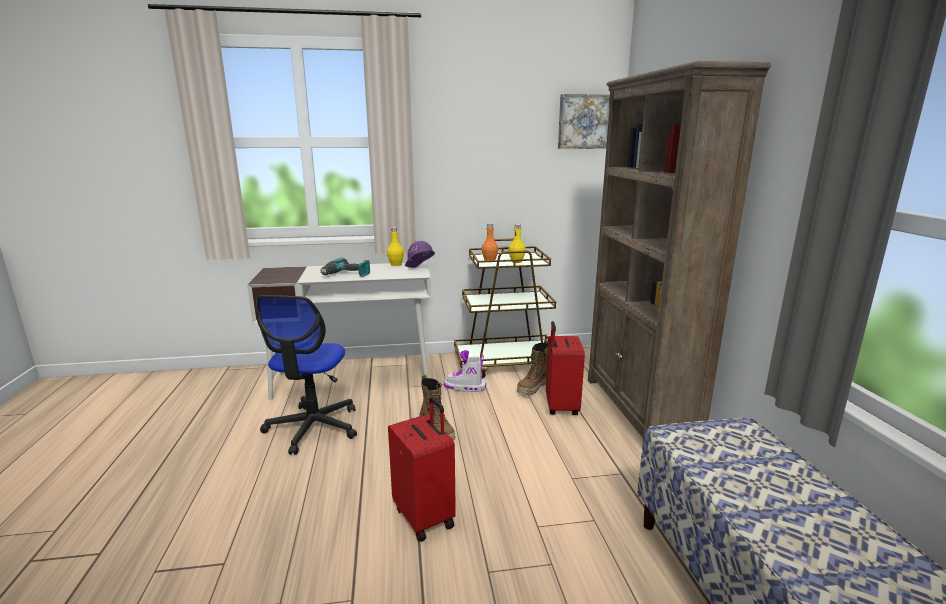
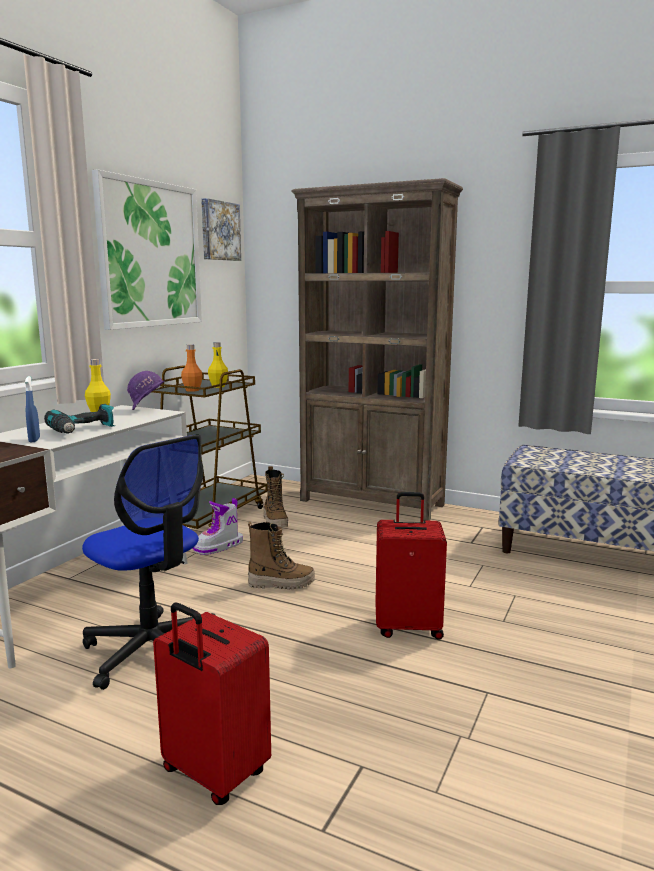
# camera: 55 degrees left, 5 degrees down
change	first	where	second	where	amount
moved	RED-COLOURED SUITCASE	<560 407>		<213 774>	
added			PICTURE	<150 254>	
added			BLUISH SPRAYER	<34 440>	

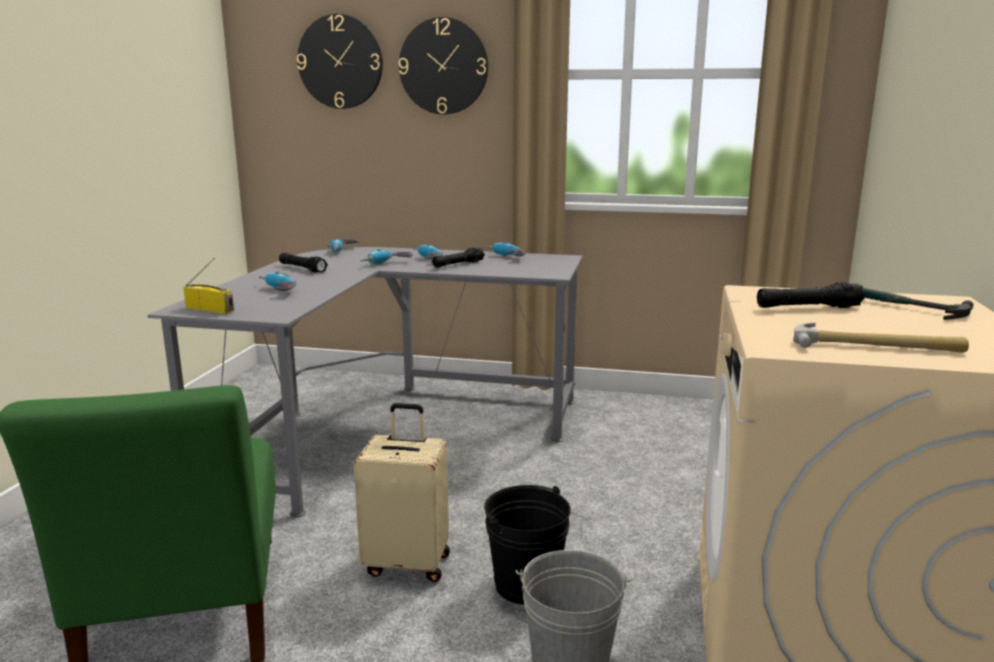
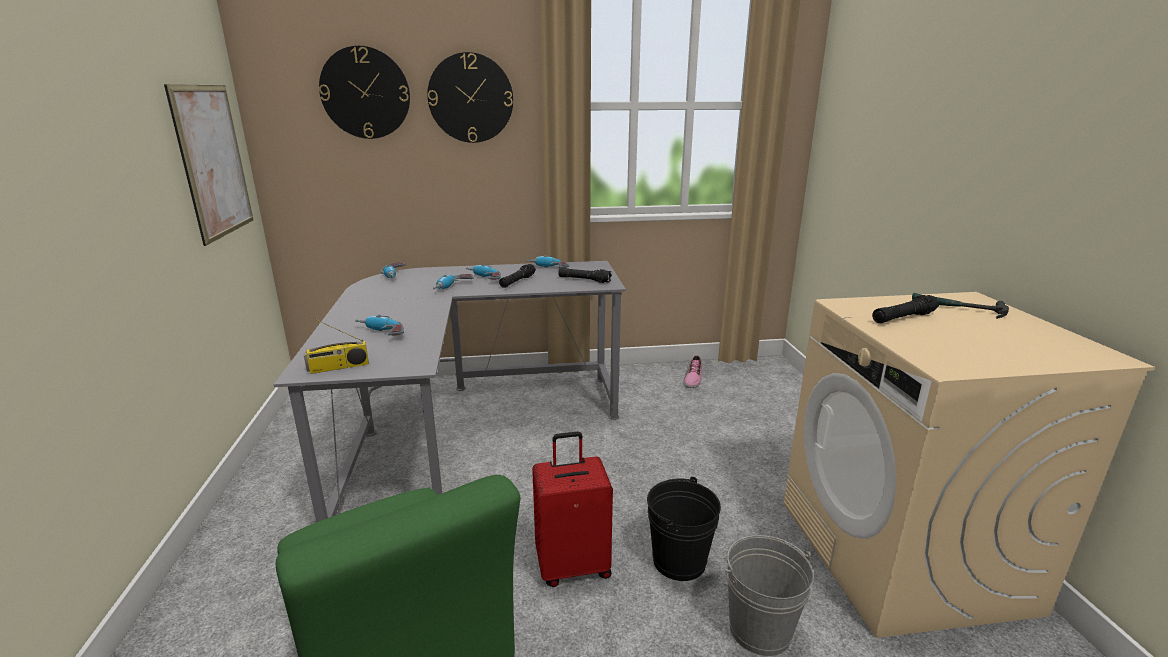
# camera: 20 degrees left, 5 degrees up
change	first	where	second	where	amount
moved	BLACK HAND TORCH	<302 268>		<584 280>	
turned	RADIO SET	<211 309>		<338 367>	150 degrees clockwise
removed	HAMMER	<876 347>			
recoloured	SAND-COLOURED SUITCASE	<408 563>	RED-COLOURED SUITCASE	<573 565>	
added			PICTURE	<213 161>	
added			LOW SHOE	<692 378>	

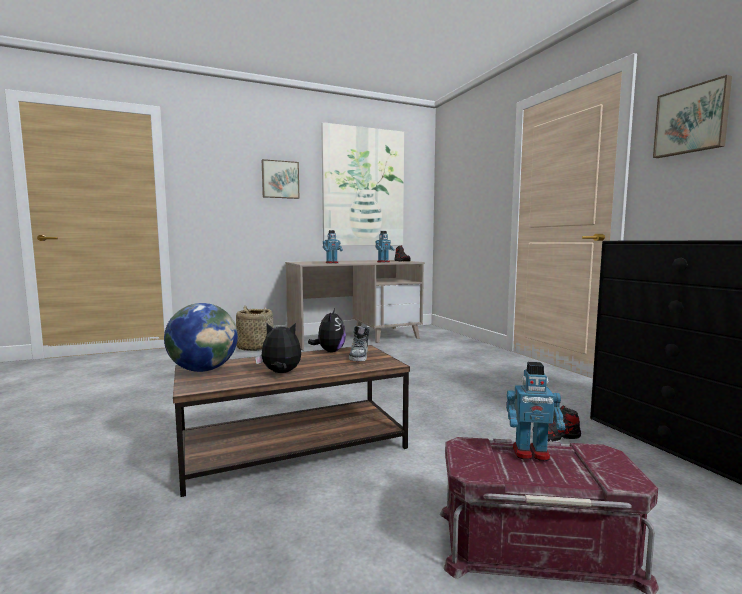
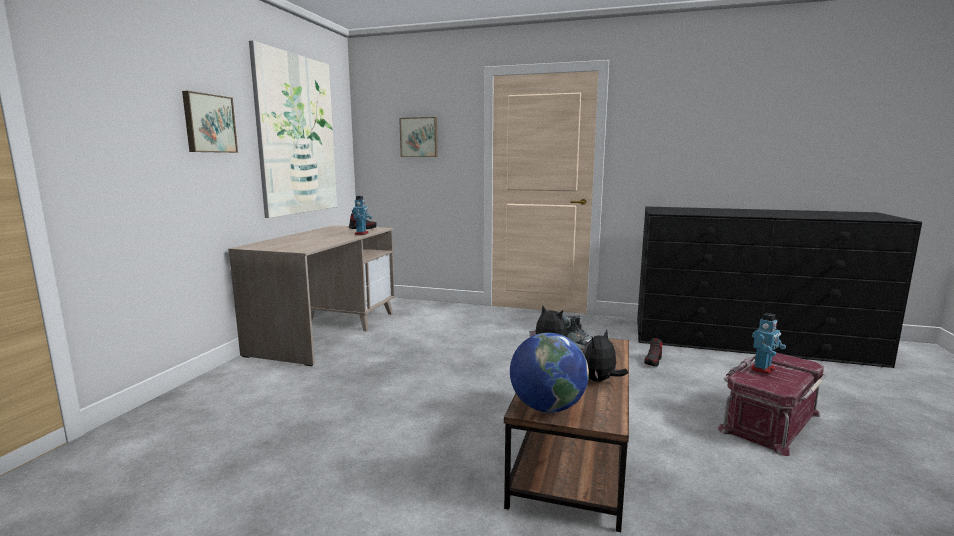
# camera: 50 degrees left, 5 degrees up
change	first	where	second	where	amount
moved	PICTURE	<692 120>		<419 137>	
removed	ROBOT FIGURE	<332 263>			
removed	STORAGE BASKET	<254 348>			

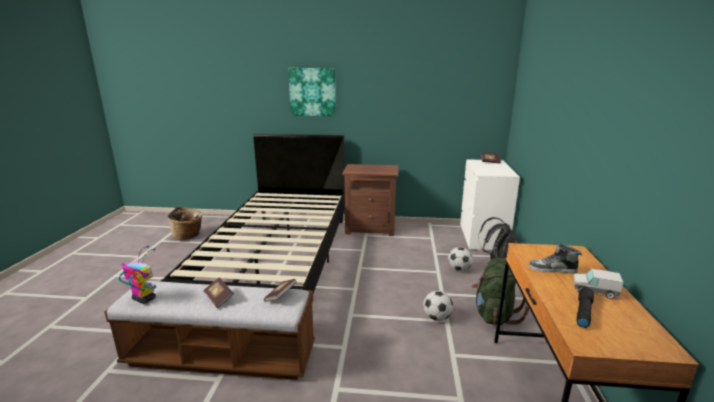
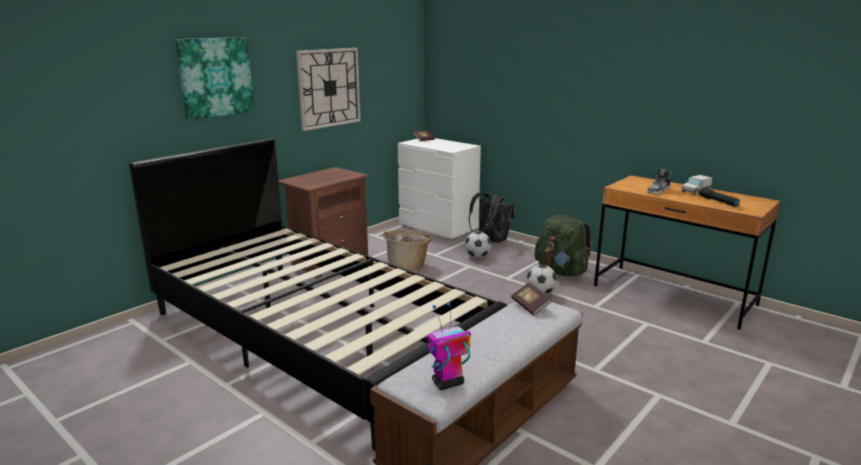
# camera: 55 degrees left, 0 degrees up
change	first	where	second	where	amount
moved	STORAGE BASKET	<188 236>		<408 266>	
removed	BOOK	<219 298>			
added			WALL CLOCK	<329 88>	

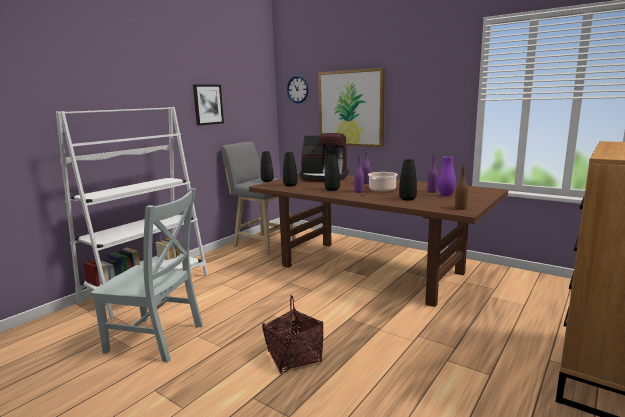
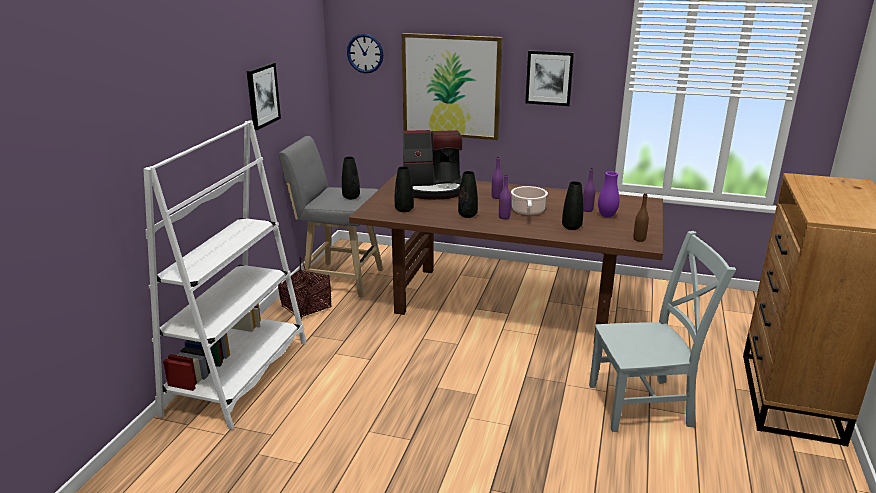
# camera: 20 degrees left, 10 degrees up
change	first	where	second	where	amount
moved	GRAY UPRIGHT CHAIR	<158 339>		<644 405>	
moved	STORAGE BASKET	<294 356>		<306 307>	
added			PICTURE	<549 78>	

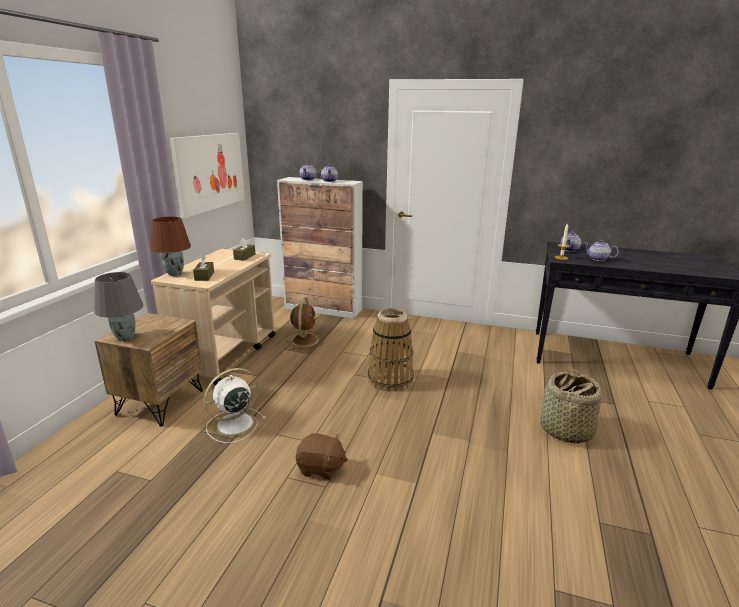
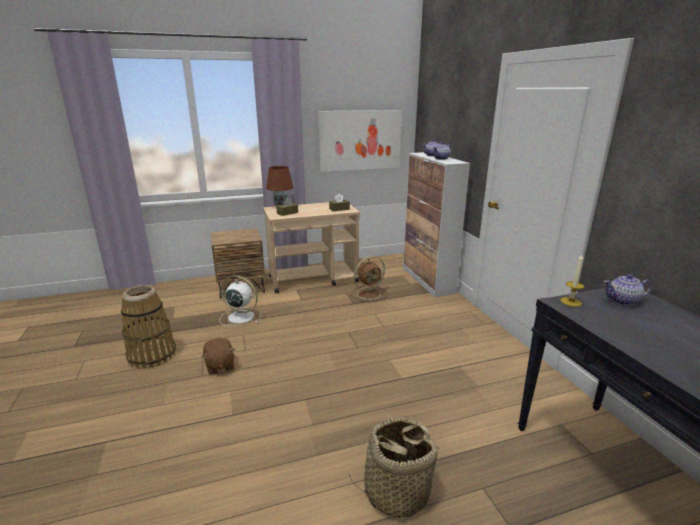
# camera: 55 degrees right, 0 degrees up
change	first	where	second	where	amount
removed	TEAPOT	<598 259>			
removed	GRAY TABLETOP LAMP	<124 337>			
moved	STORAGE BASKET	<390 379>		<152 355>	

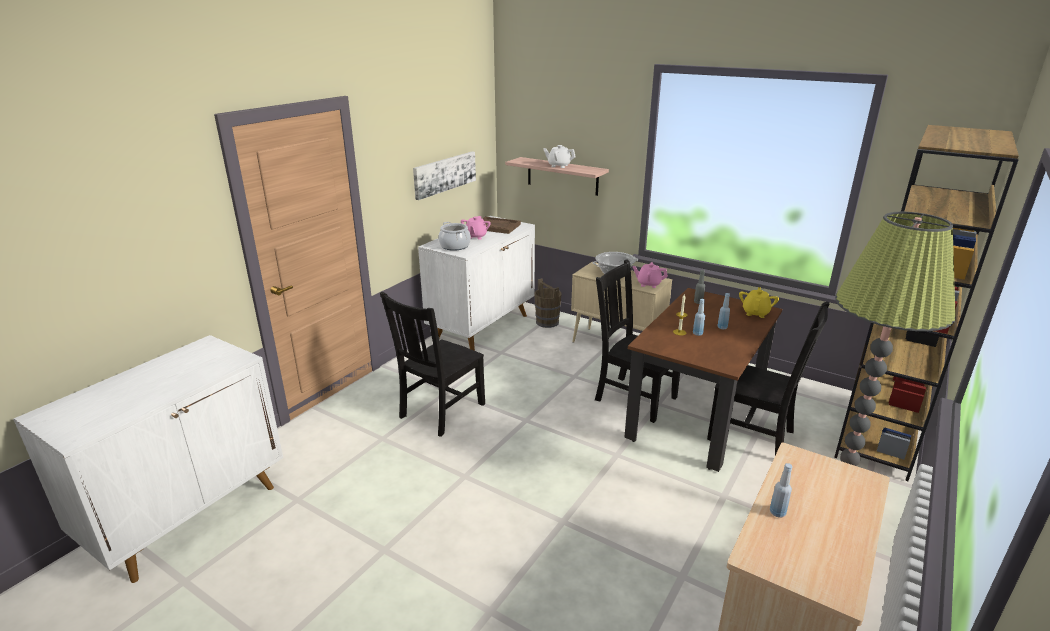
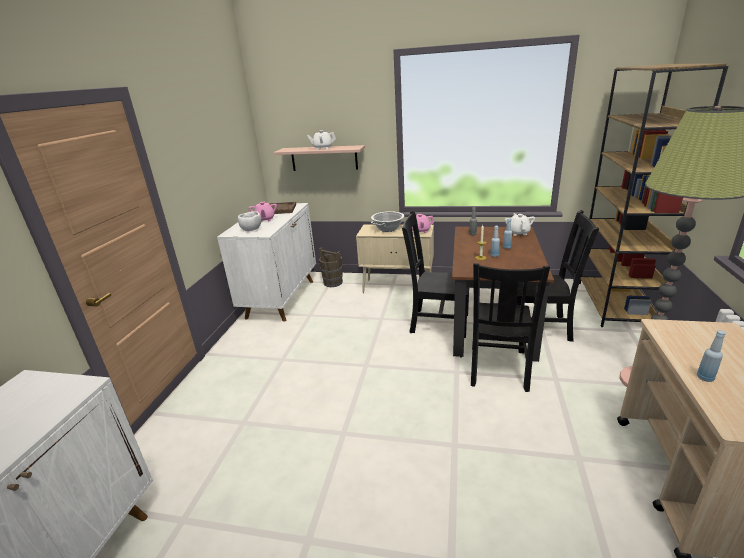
# camera: 20 degrees left, 0 degrees up
change	first	where	second	where	amount
removed	PICTURE	<444 174>			
replaced	SAUCEPOT	<455 246>	WHITE DEEP DISH	<252 230>	
recoloured	YELLOWISH TEAPOT	<755 313>	WHITE TEAPOT	<518 233>	
moved	BLACK UPRIGHT CHAIR	<440 412>		<498 369>	

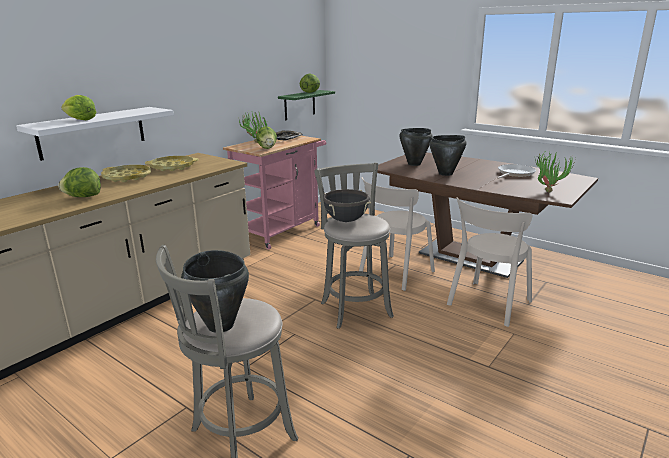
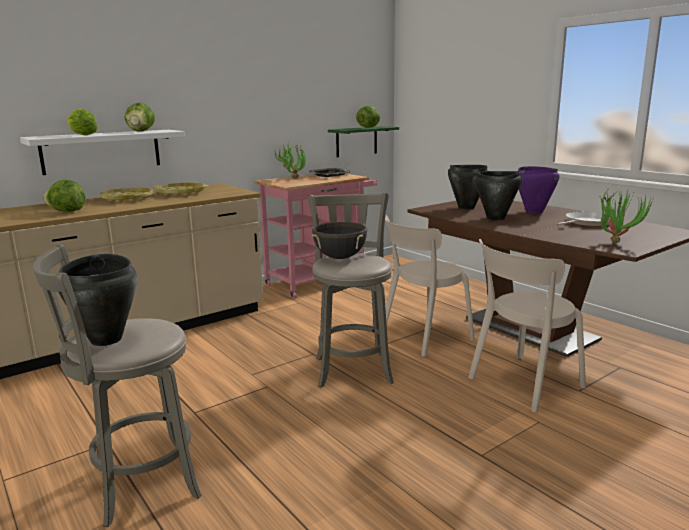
# camera: 15 degrees right, 5 degrees down
change	first	where	second	where	amount
moved	HEAD OF LETTUCE	<267 148>		<141 131>	
added			PURPLISH SAUCEPOT	<534 212>	

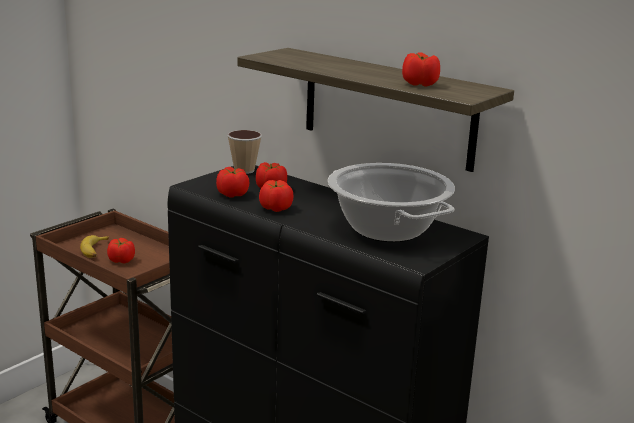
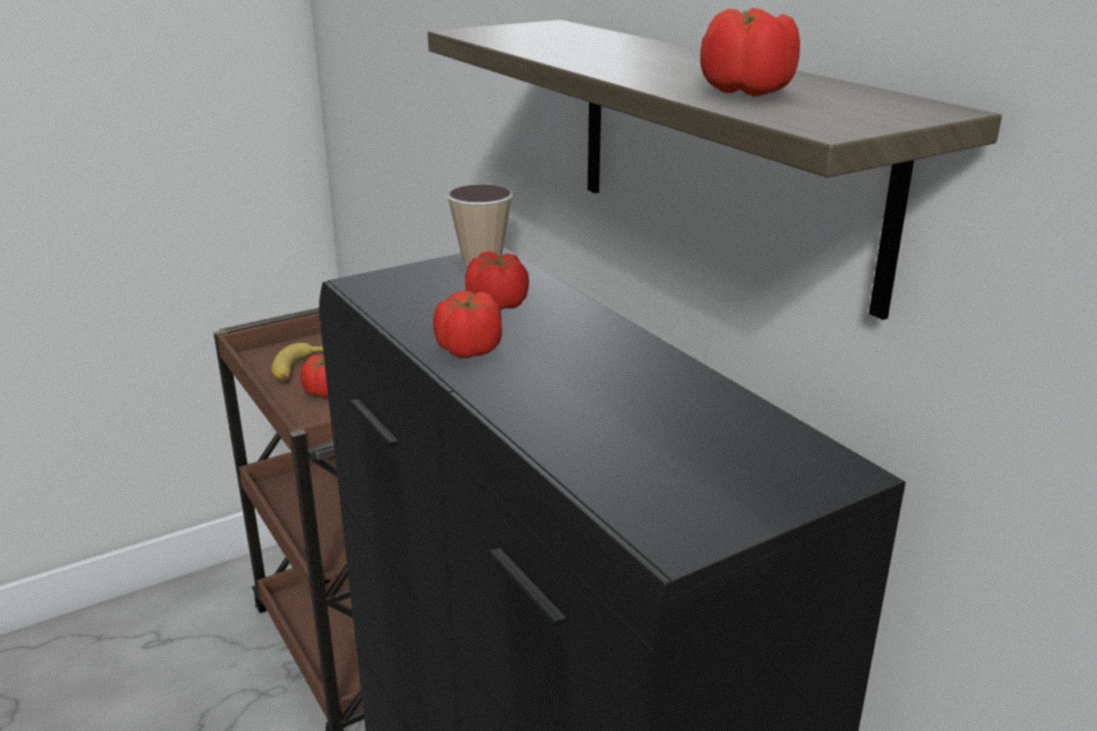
# camera: 20 degrees right, 5 degrees up
change	first	where	second	where	amount
removed	SAUCEPOT	<386 229>			
removed	TOMATO	<232 194>			

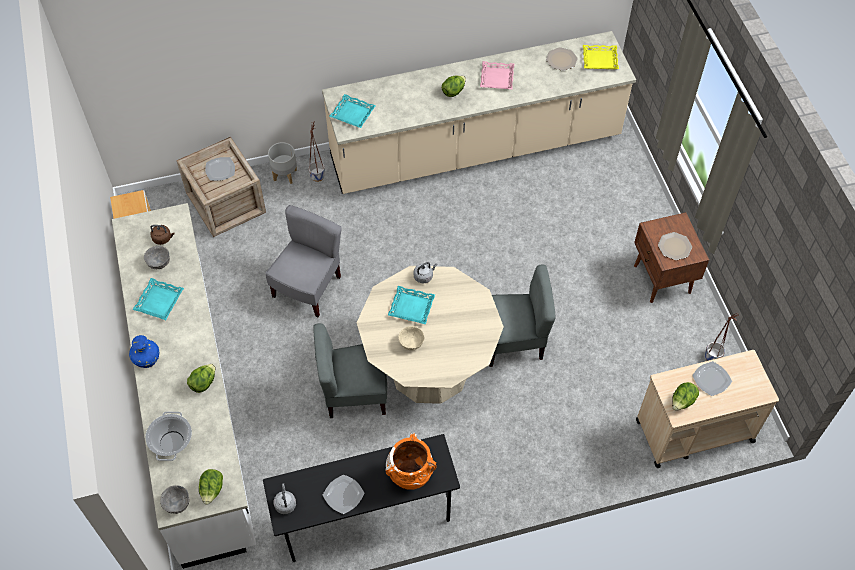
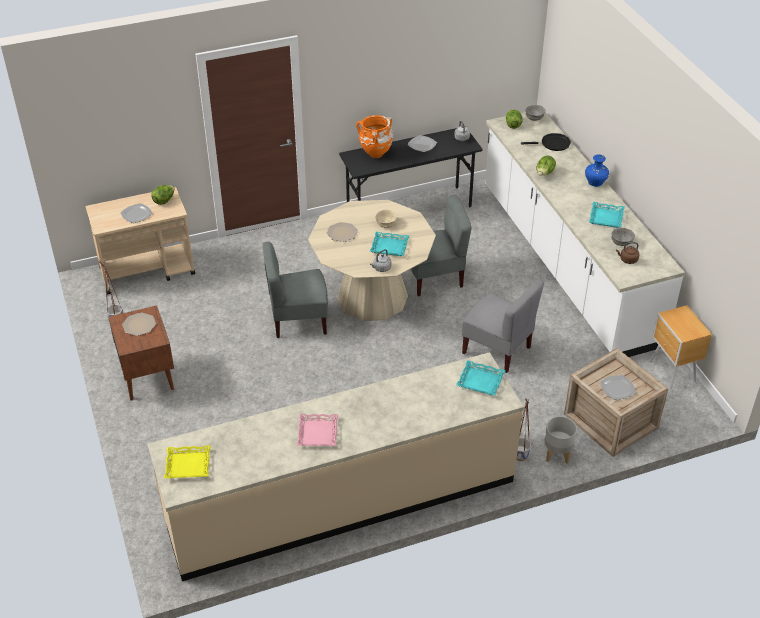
# camera: 175 degrees right, 15 degrees down
change	first	where	second	where	amount
moved	FLAT DISH	<561 60>		<342 232>	
removed	HEAD OF LETTUCE	<453 91>			
turned	GRAY UPRIGHT CHAIR	<308 287>		<497 350>	75 degrees counterclockwise
replaced	SAUCEPOT	<171 442>	BLACK PAN	<553 144>	

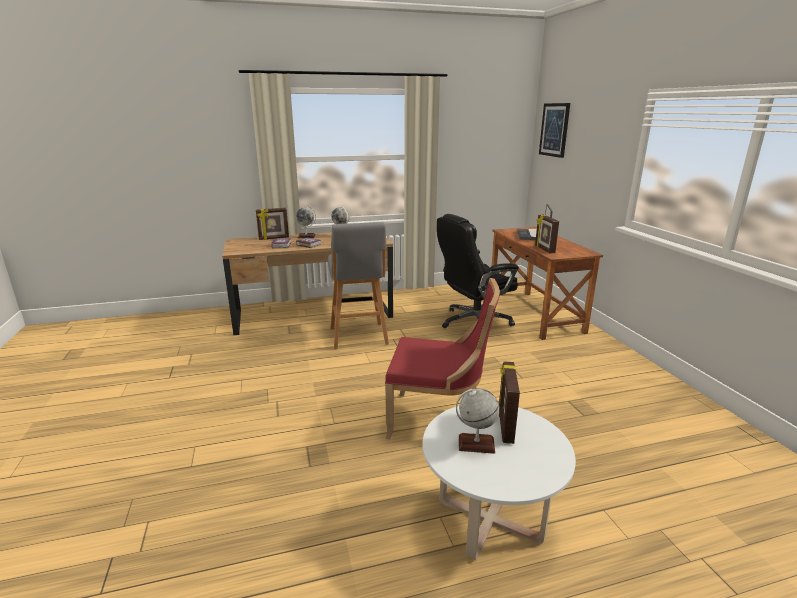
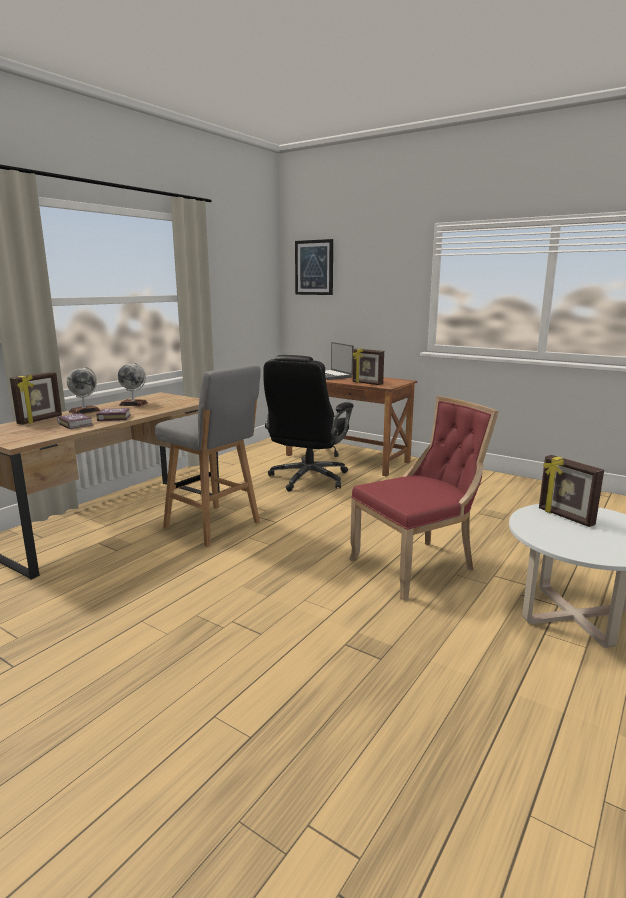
# camera: 40 degrees left, 5 degrees down
change	first	where	second	where	amount
removed	WORLD GLOBE	<476 444>			

